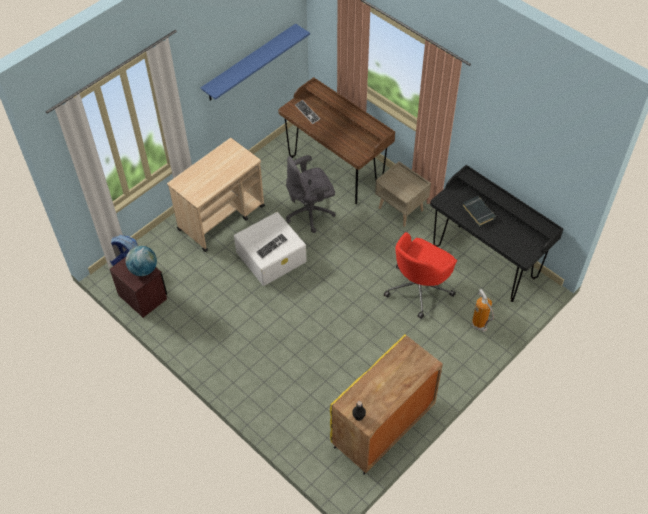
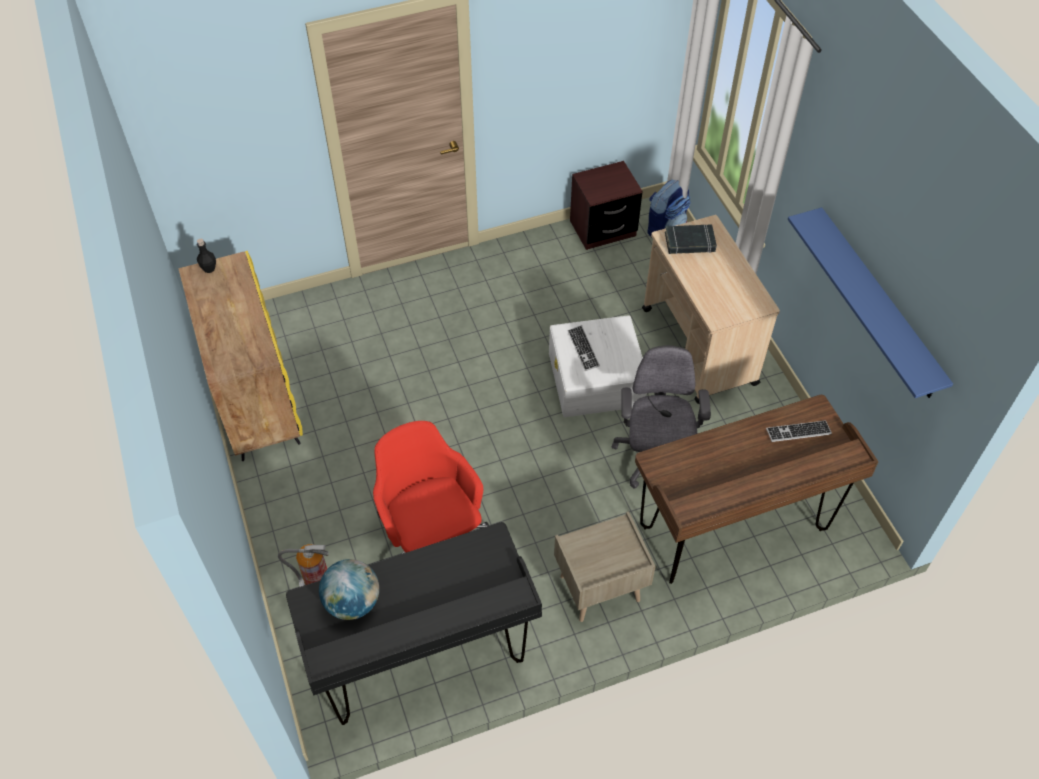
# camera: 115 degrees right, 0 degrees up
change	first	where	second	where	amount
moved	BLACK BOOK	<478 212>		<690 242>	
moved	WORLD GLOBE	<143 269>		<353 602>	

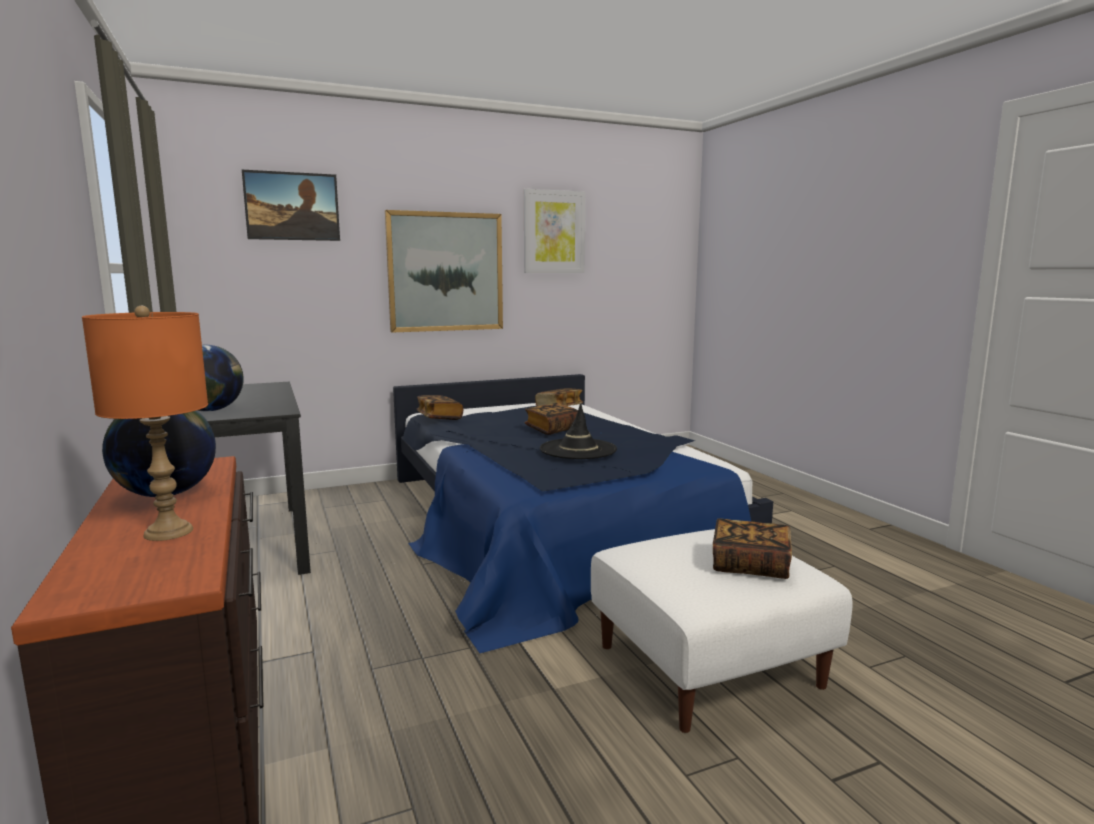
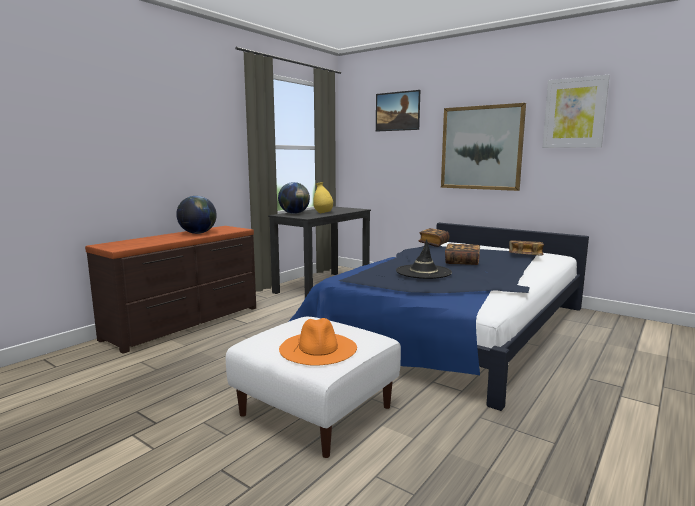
# camera: 60 degrees right, 0 degrees up
change	first	where	second	where	amount
removed	ORANGE-COLOURED TABLETOP LAMP	<169 532>			
replaced	BOOK	<750 566>	ORANGE-COLOURED WEARABLE HAT	<318 348>	
added			YELLOWISH DECORATIVE VASE	<323 213>	

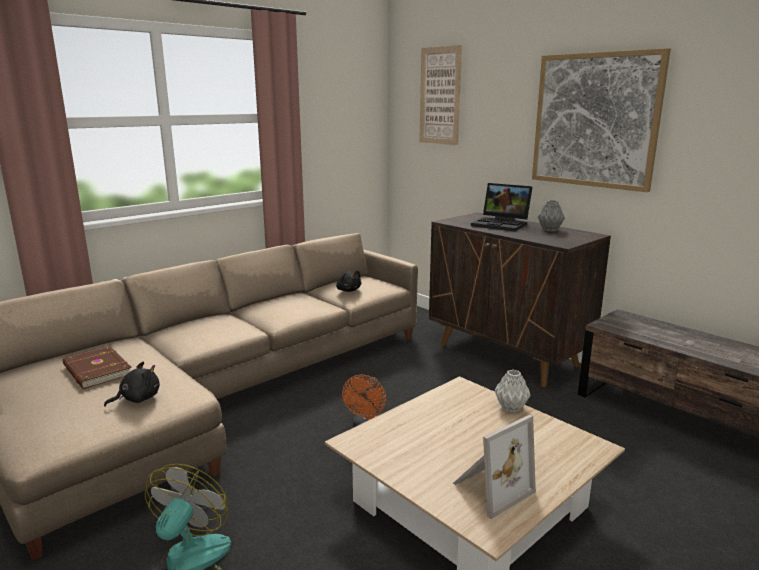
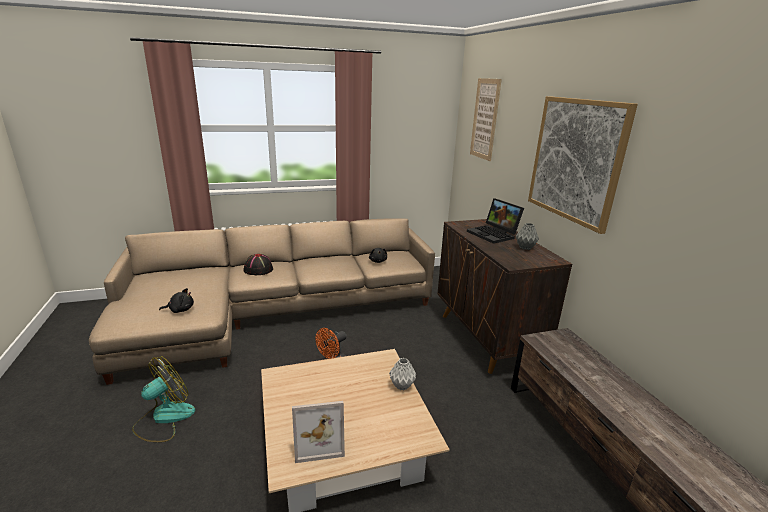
# camera: 25 degrees right, 5 degrees up
change	first	where	second	where	amount
removed	BROWNISH BOOK	<96 371>			
added			BLACK WEARABLE HAT	<258 270>	

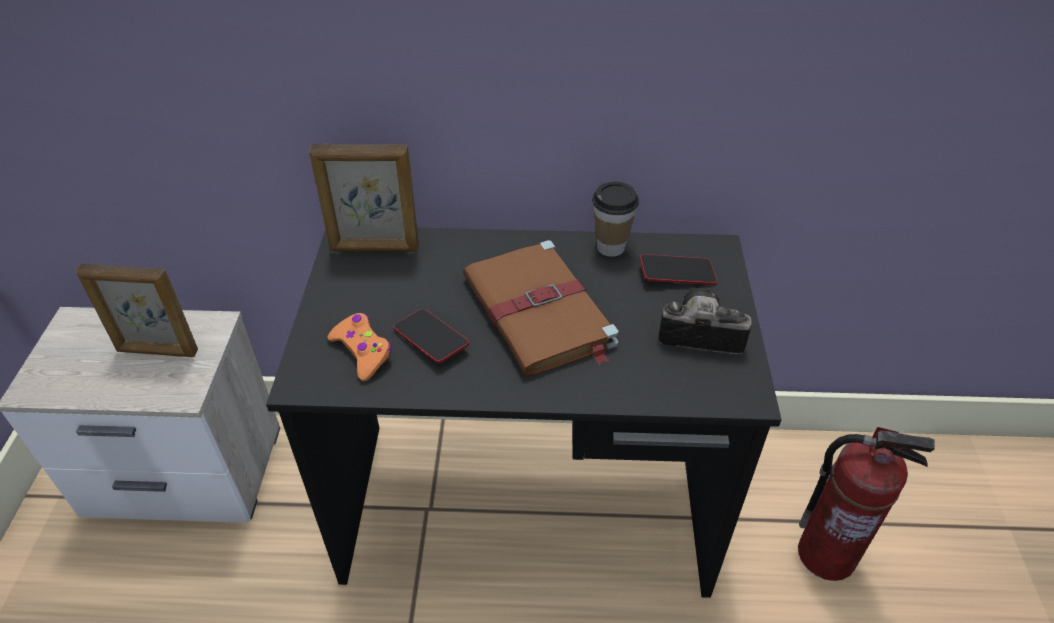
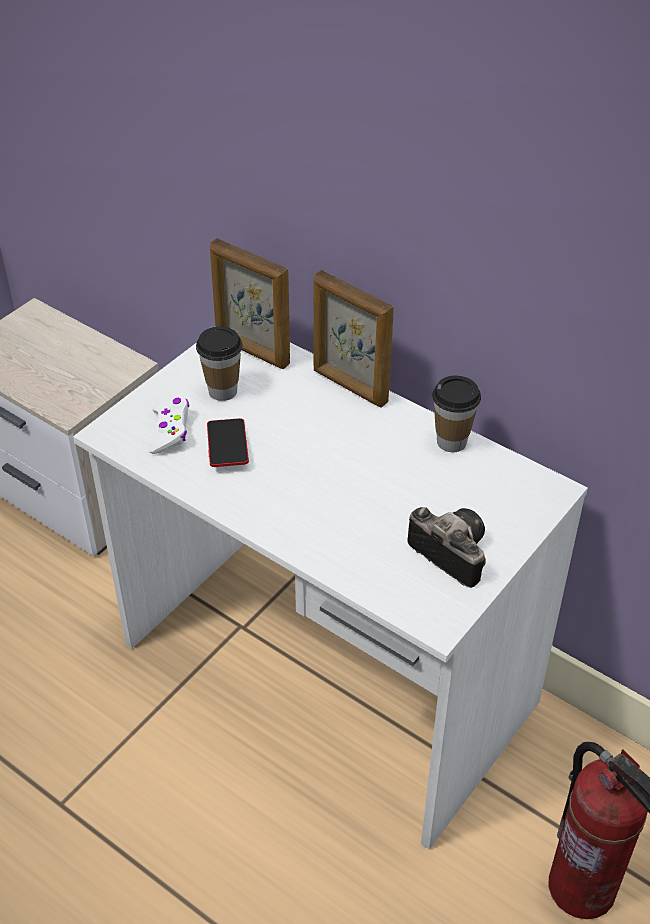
# camera: 35 degrees right, 0 degrees up
change	first	where	second	where	amount
recoloured	BLACK DESK UNIT	<528 510>	WHITE DESK UNIT	<326 677>	
removed	BROWNISH BOOK	<539 313>			
removed	PHONE	<677 274>			
moved	PICTURE FRAME	<157 351>		<349 387>	
recoloured	ORANGE-COLOURED JOYPAD	<362 351>	WHITE JOYPAD	<170 430>	
added			DRINKING CUP	<222 391>	

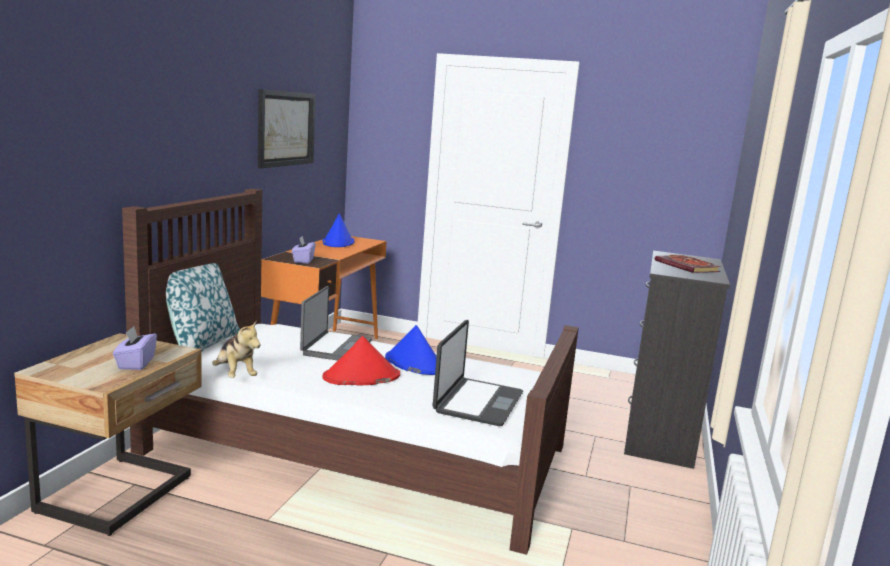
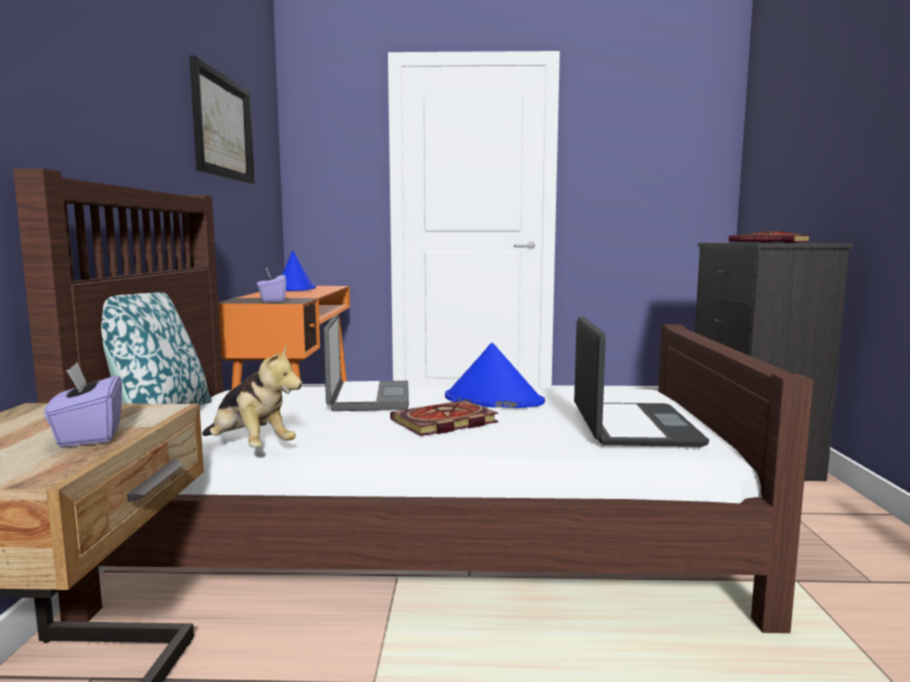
# camera: 15 degrees left, 5 degrees down
change	first	where	second	where	amount
replaced	RED-COLOURED WEARABLE HAT	<361 377>	BOOK	<443 422>	

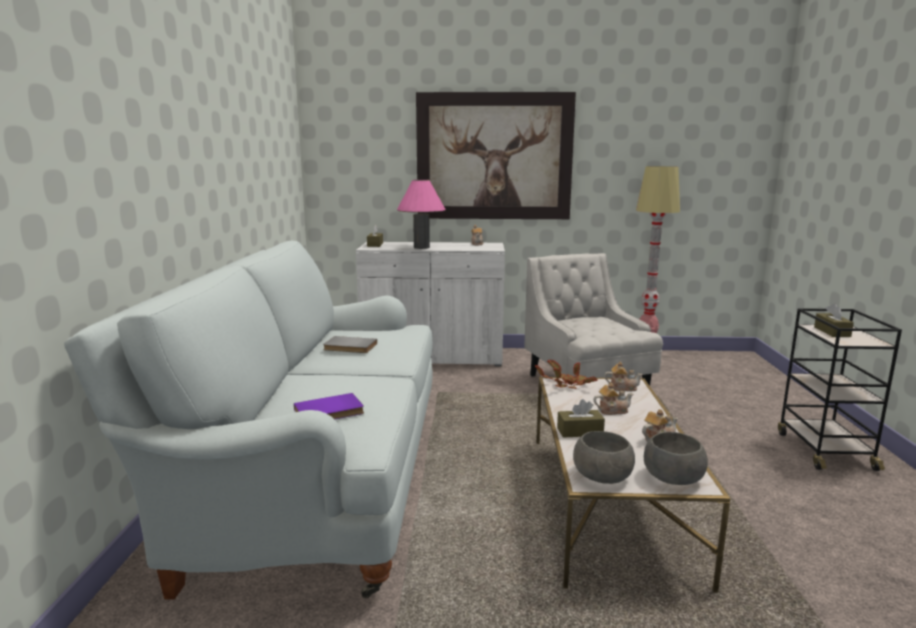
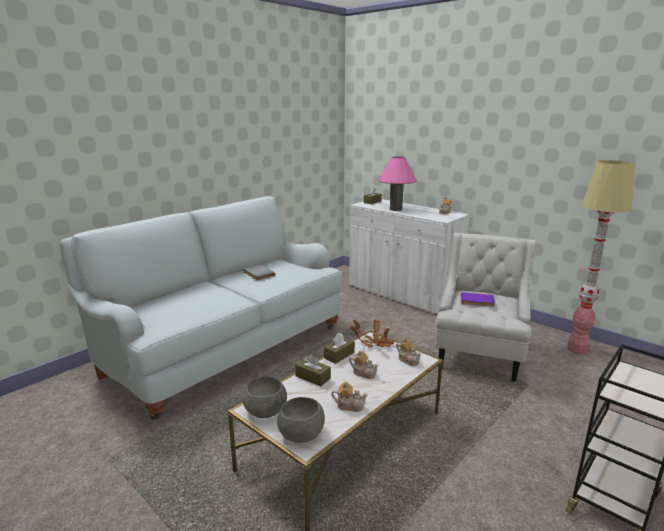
# camera: 40 degrees right, 5 degrees up
change	first	where	second	where	amount
removed	PICTURE	<494 157>			
moved	BROWNISH BOX OF TISSUES	<832 332>		<339 355>	
moved	PURPLISH BOOK	<329 412>		<477 301>	

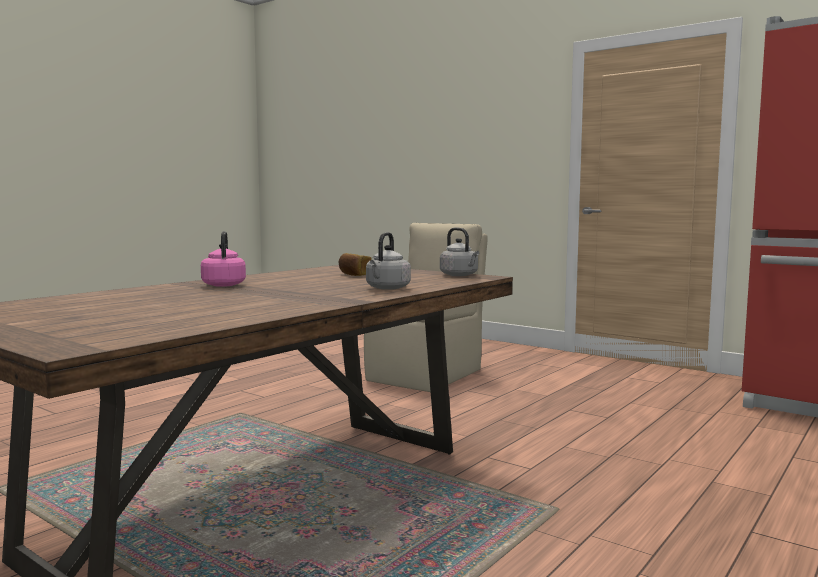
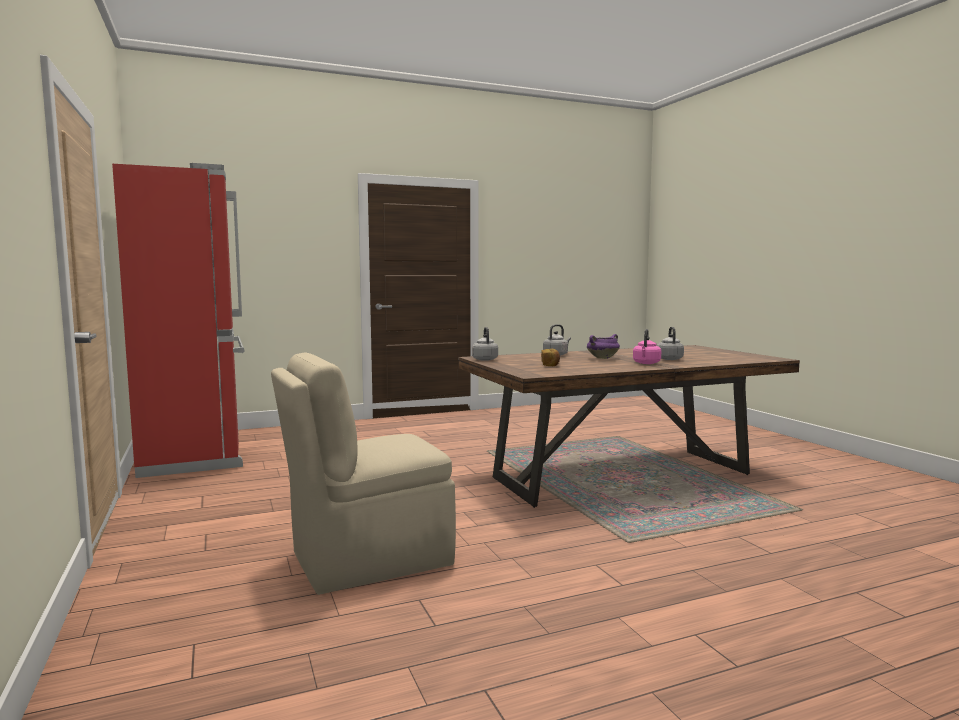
# camera: 150 degrees left, 0 degrees up
change	first	where	second	where	amount
added			GRAY WATER KETTLE	<669 359>	
added			PURPLISH SAUCEPOT	<602 358>	

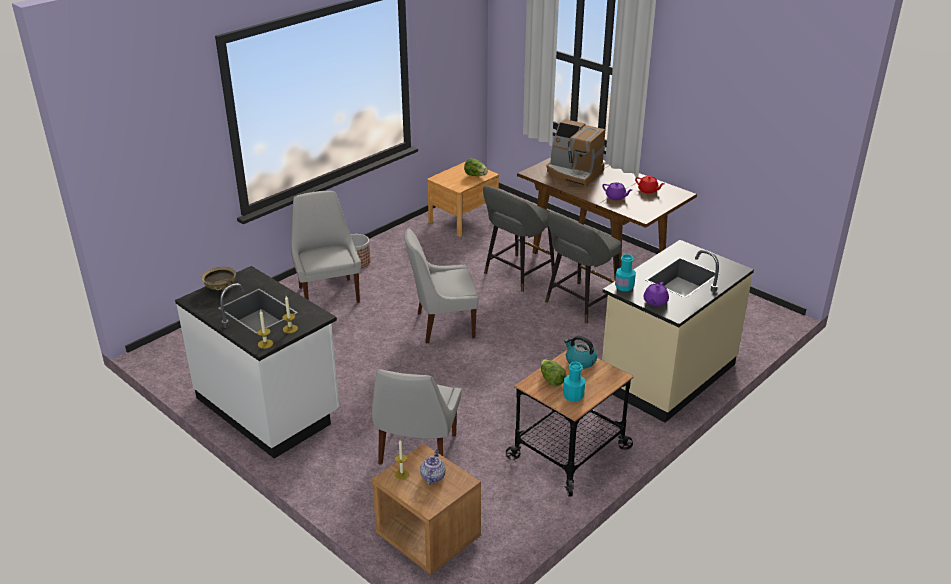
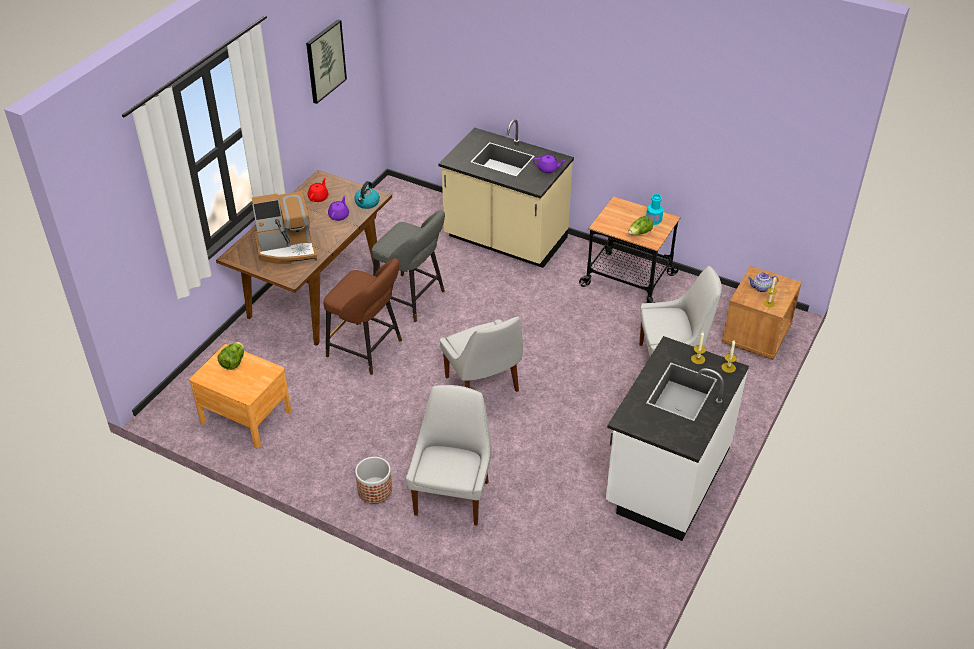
# camera: 105 degrees left, 10 degrees up
change	first	where	second	where	amount
turned	COFFEE BREWER	<574 173>		<287 248>	60 degrees clockwise
recoloured	GRAY STOOL	<516 275>	BROWNISH STOOL	<368 350>	
turned	WHITE UPRIGHT CHAIR	<328 293>		<452 495>	135 degrees clockwise
removed	TURQUOISE BEVERAGE BOTTLE	<624 287>			
removed	SAND-COLOURED DEEP DISH	<220 287>			
moved	WATER KETTLE	<580 361>		<367 203>	
added			PICTURE	<325 61>	

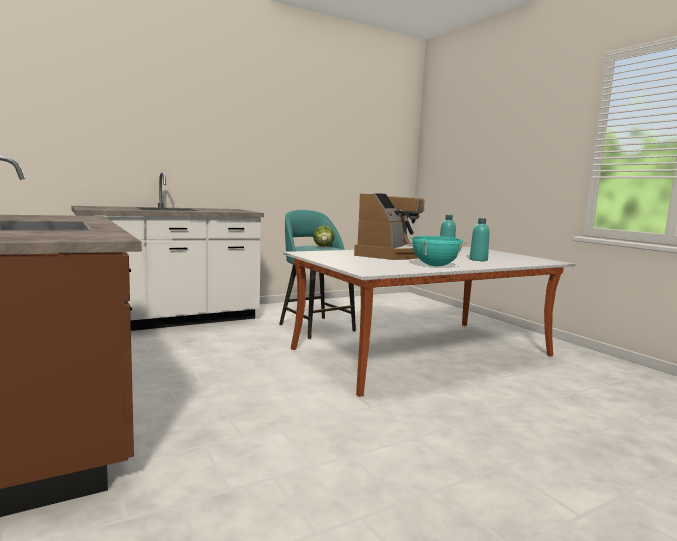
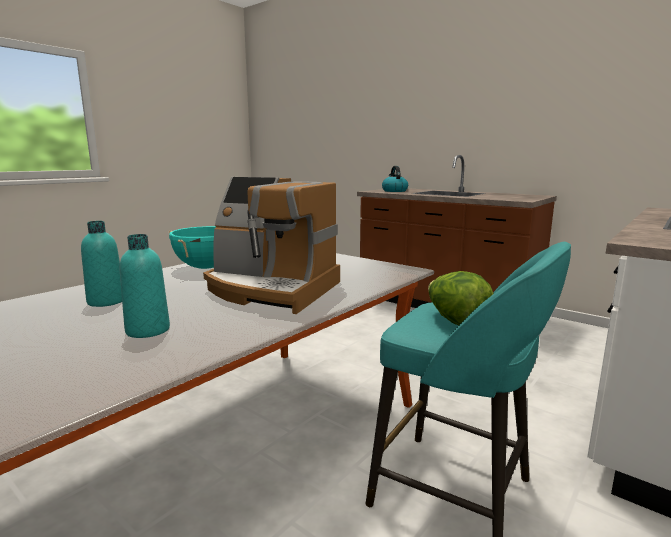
# camera: 160 degrees right, 5 degrees up
change	first	where	second	where	amount
turned	COFFEE BREWER	<393 255>		<271 289>	75 degrees counterclockwise
added			WATER KETTLE	<394 191>	

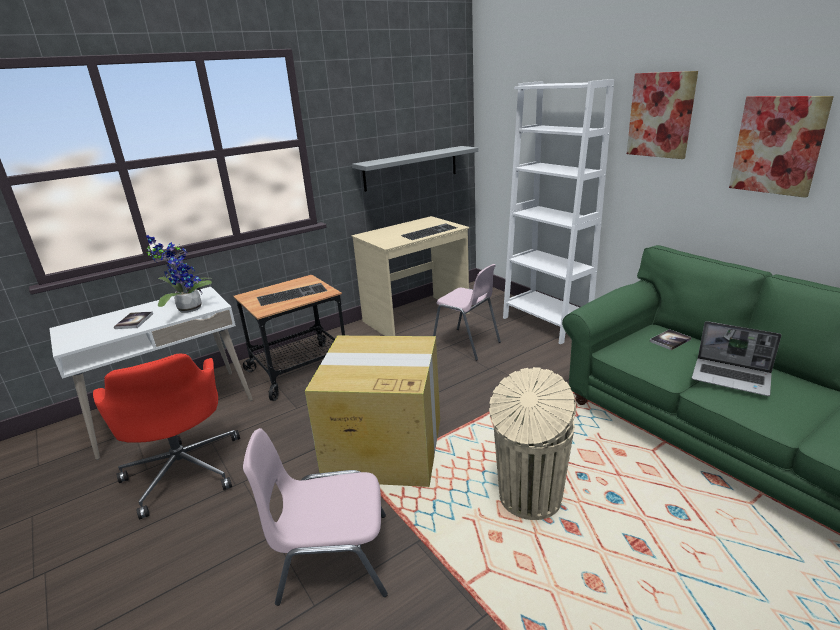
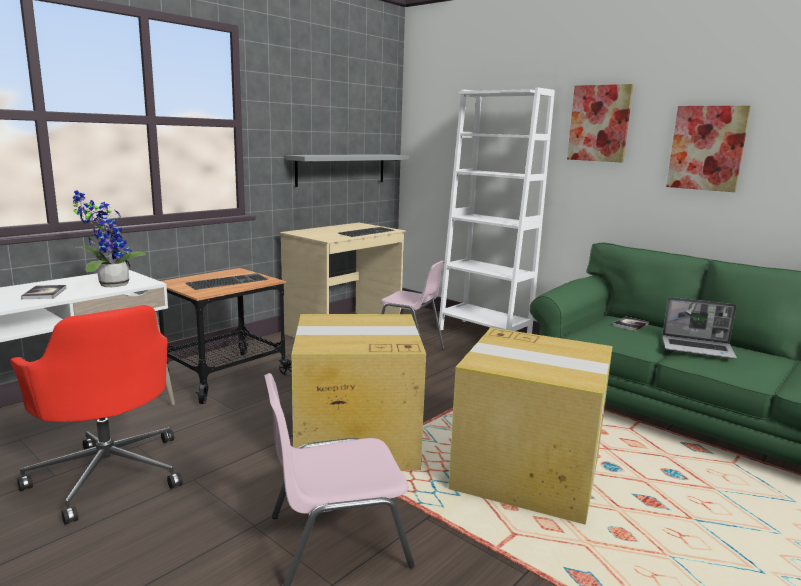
# camera: 15 degrees left, 10 degrees down
change	first	where	second	where	amount
replaced	SAND-COLOURED RUBBISH BIN	<529 498>	CARTON	<529 473>	

